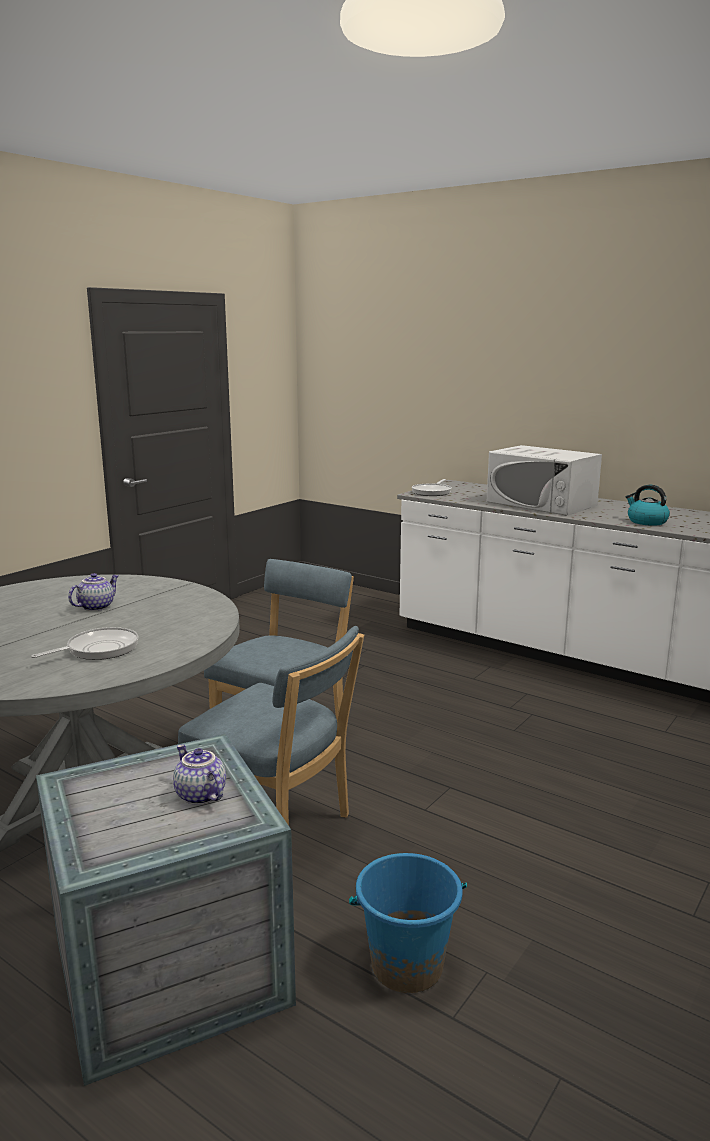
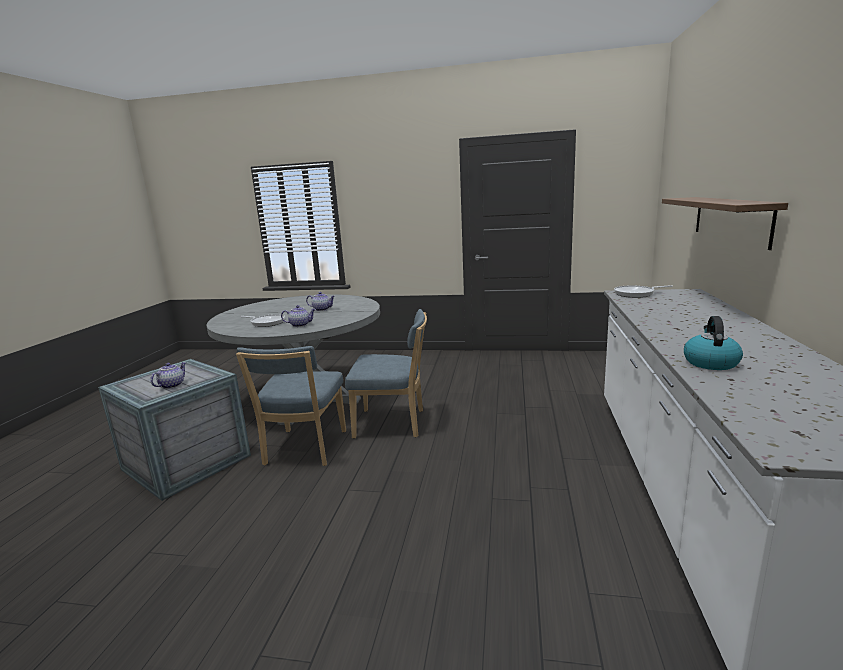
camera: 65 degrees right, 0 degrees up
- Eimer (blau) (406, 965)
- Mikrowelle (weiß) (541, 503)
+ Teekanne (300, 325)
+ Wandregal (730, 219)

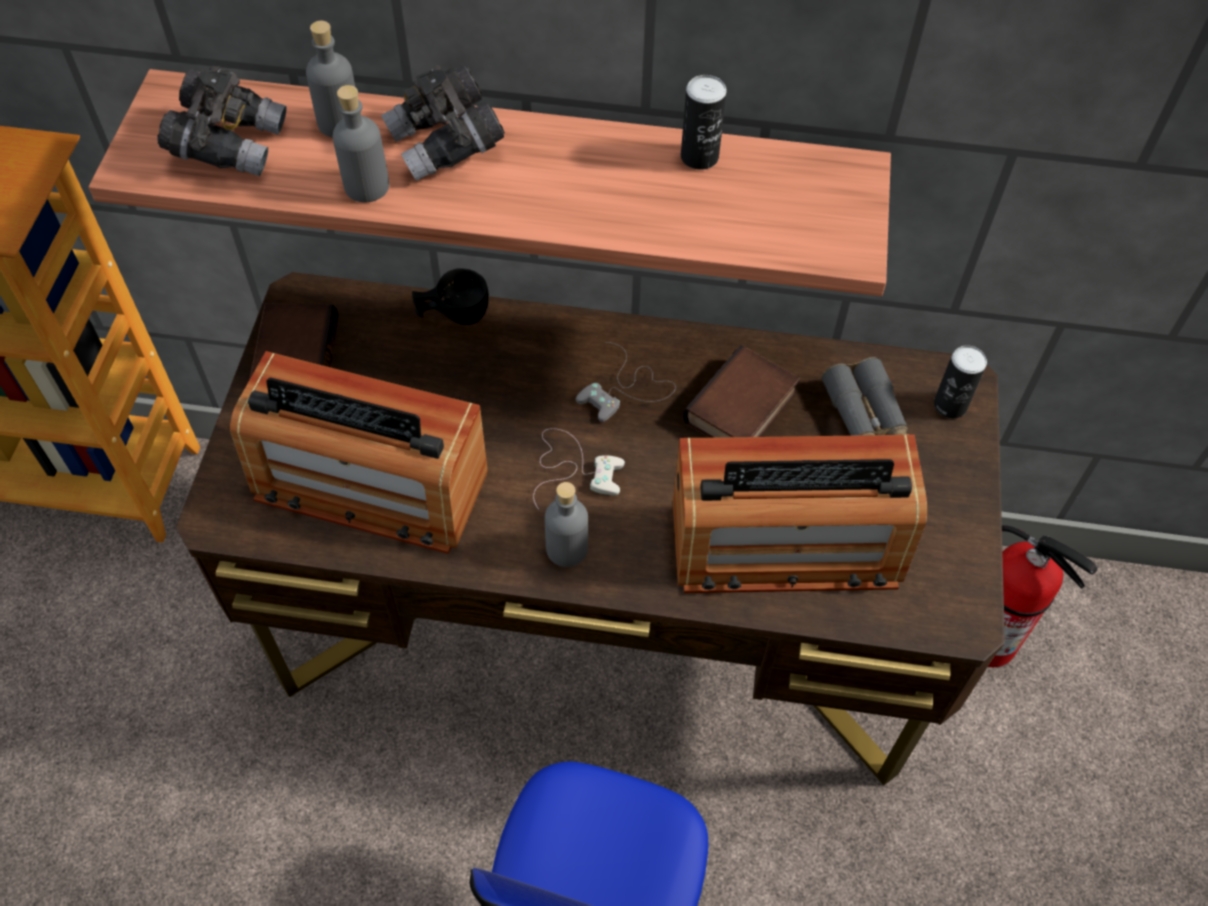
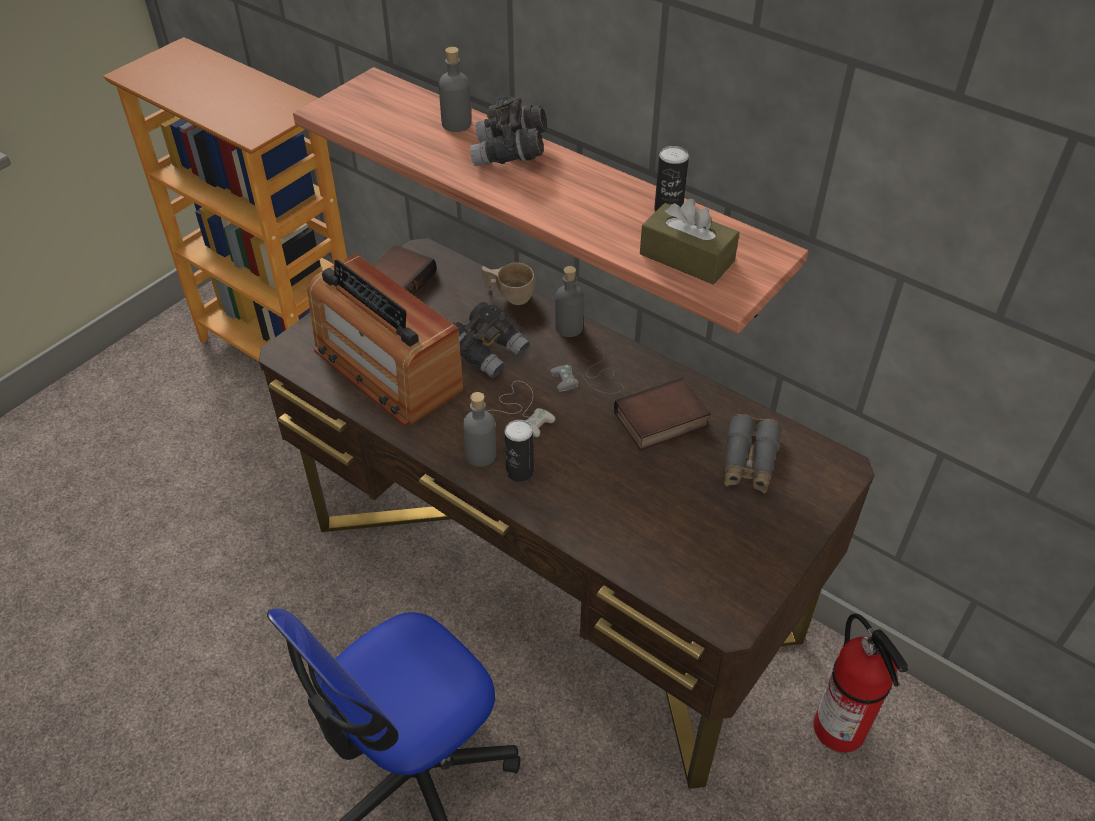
camera: 30 degrees right, 10 degrees down
~ Fernglas (grau) (229, 144) to (487, 352)
~ Flasche (grau) (366, 186) to (569, 328)
~ Tasse (schwarz) (453, 314) to Tasse (beige) (509, 295)
- Radio (785, 544)
~ Dose (950, 405) to (520, 472)
+ Taschentuchbox (braun) (686, 258)

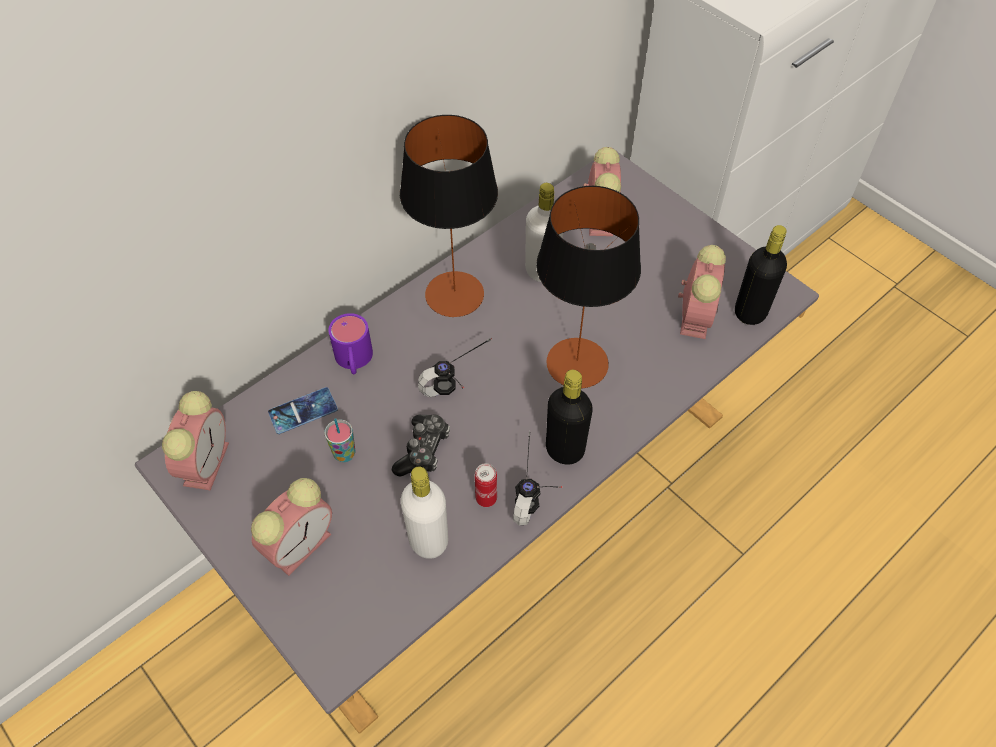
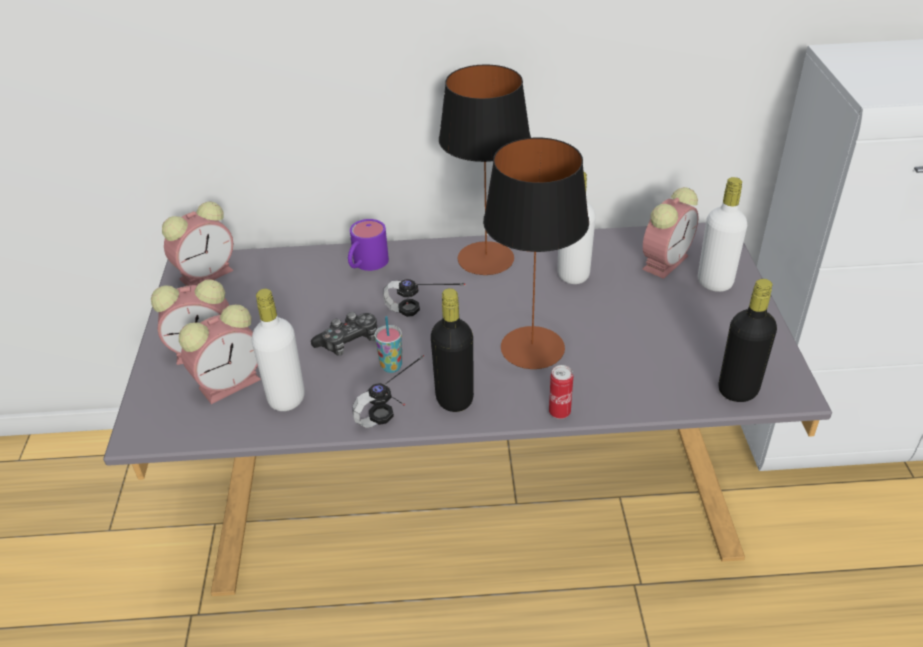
camera: 40 degrees right, 15 degrees down
- Handy (303, 411)
~ Tasse (344, 454) to (391, 366)
~ Dose (486, 498) to (559, 412)
~ Wecker (695, 315) to (232, 382)
+ Flasche (weiß) (714, 282)

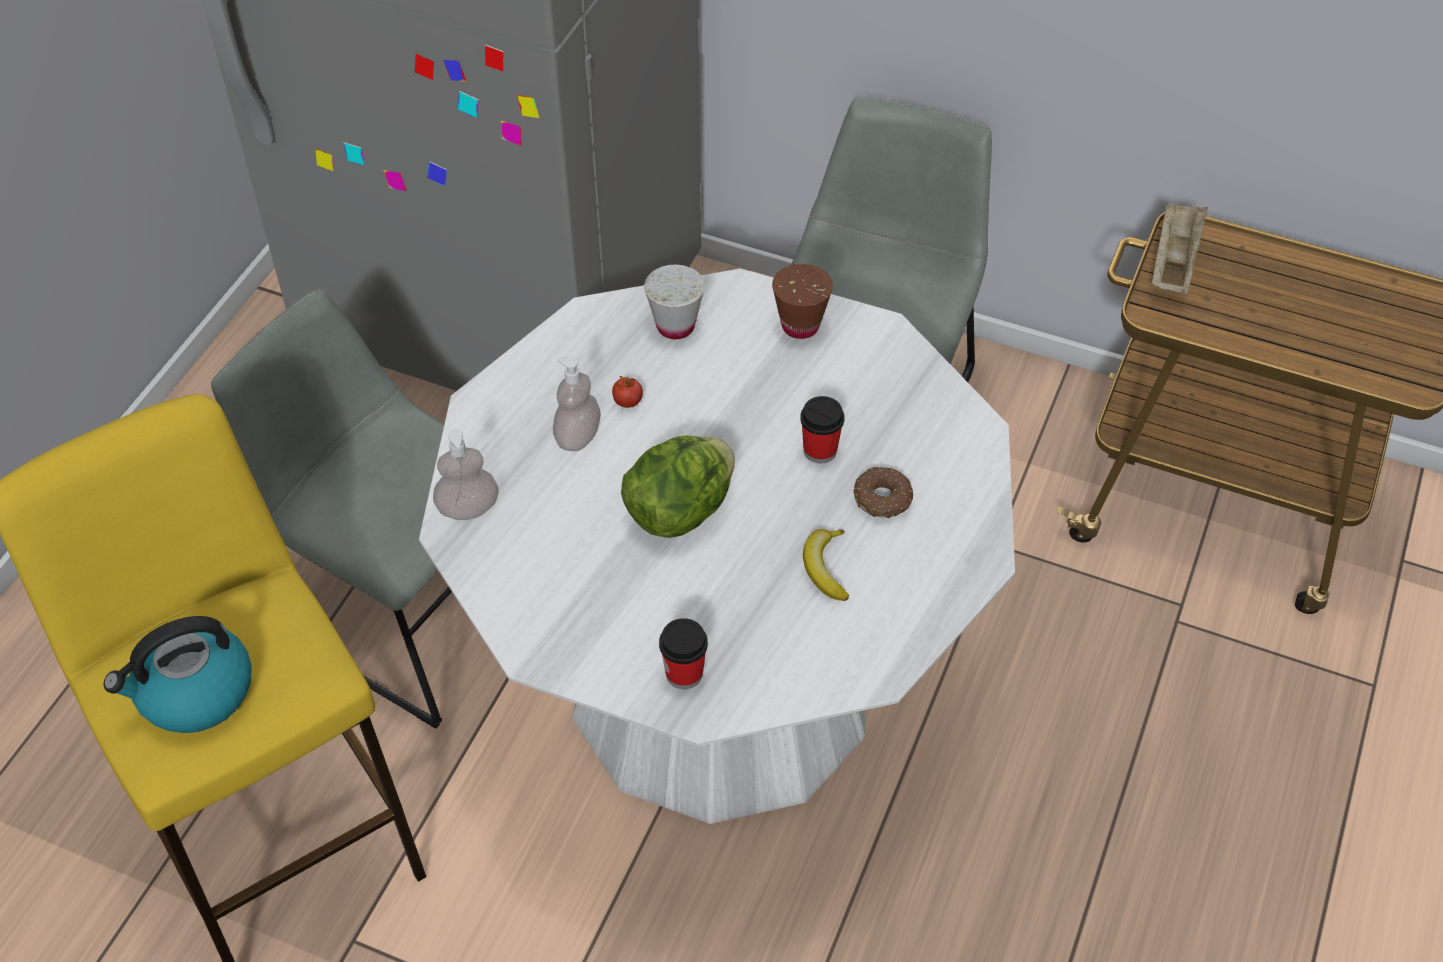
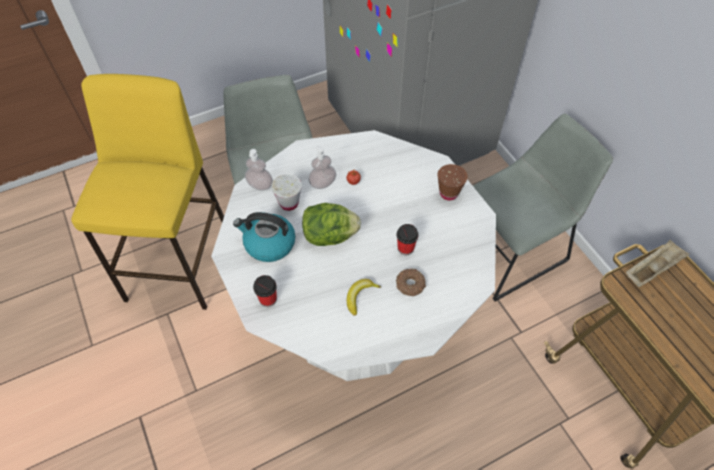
camera: 40 degrees right, 5 degrees up
~ Wasserkessel (194, 693) to (269, 244)
~ Tasse (weiß) (675, 326) to (289, 203)

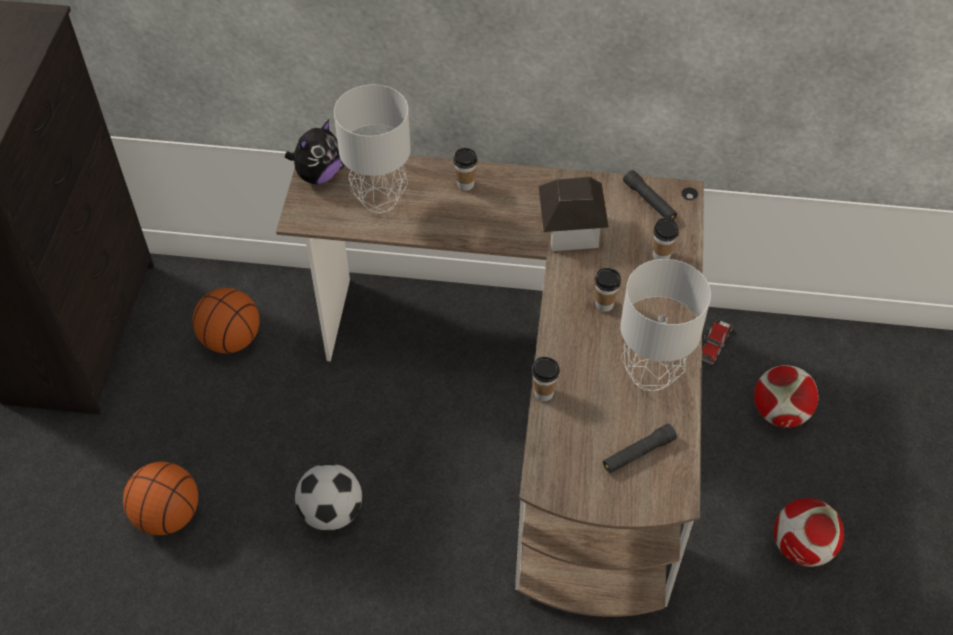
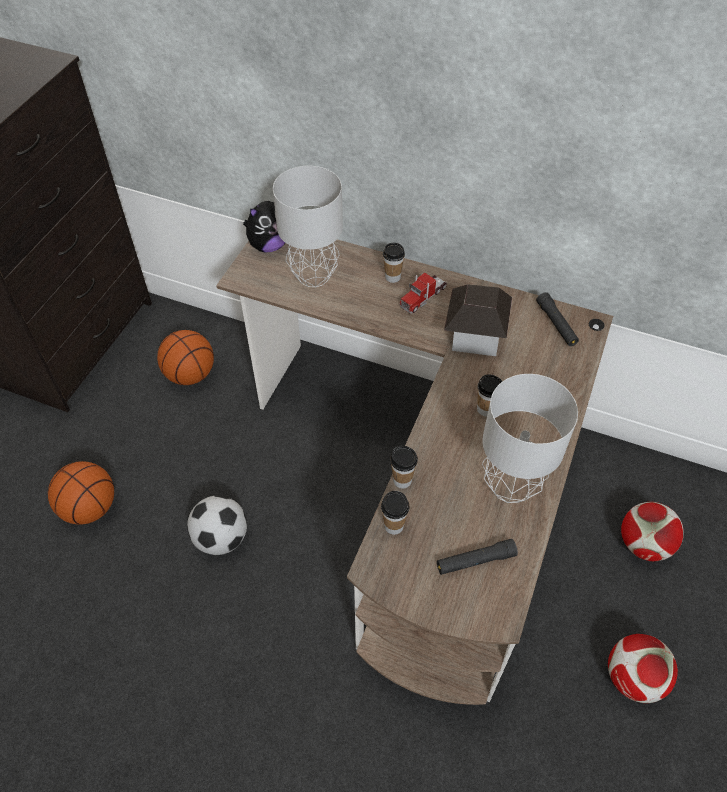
camera: 15 degrees right, 0 degrees up
~ Tasse (661, 255) to (394, 526)
~ Spielzeuglaster (715, 344) to (423, 297)

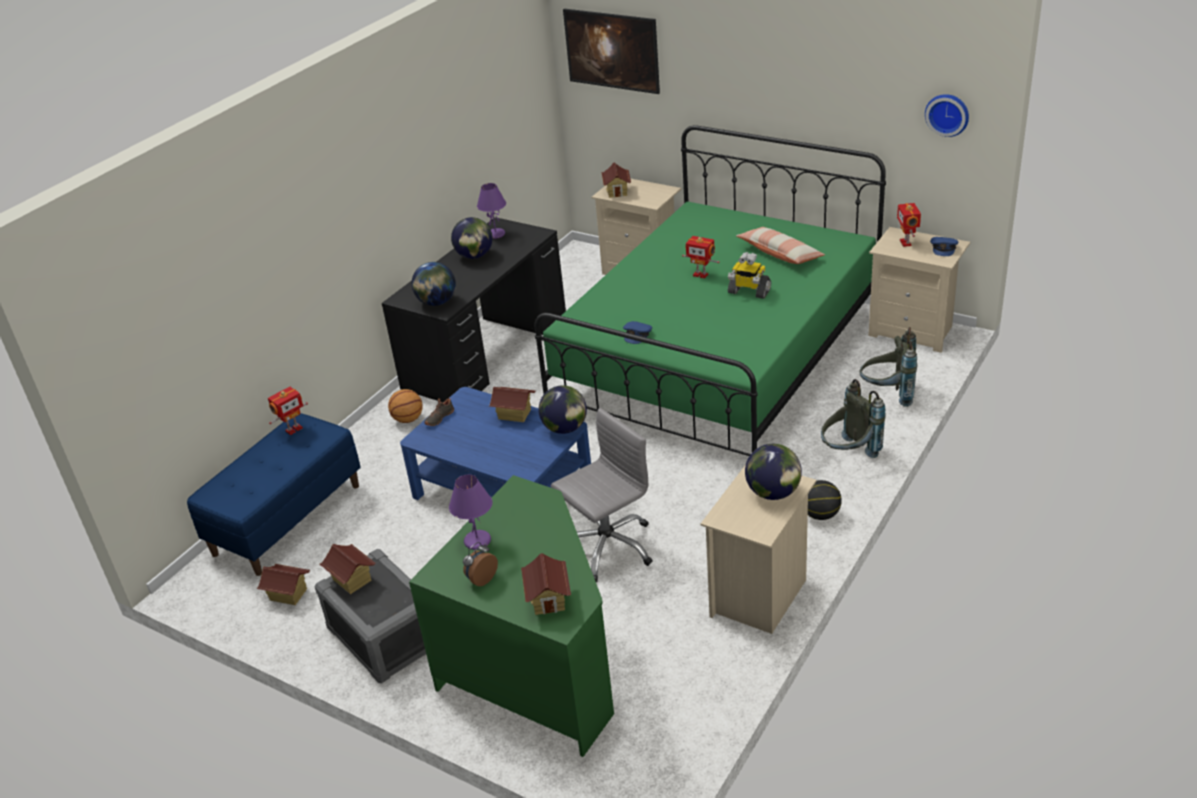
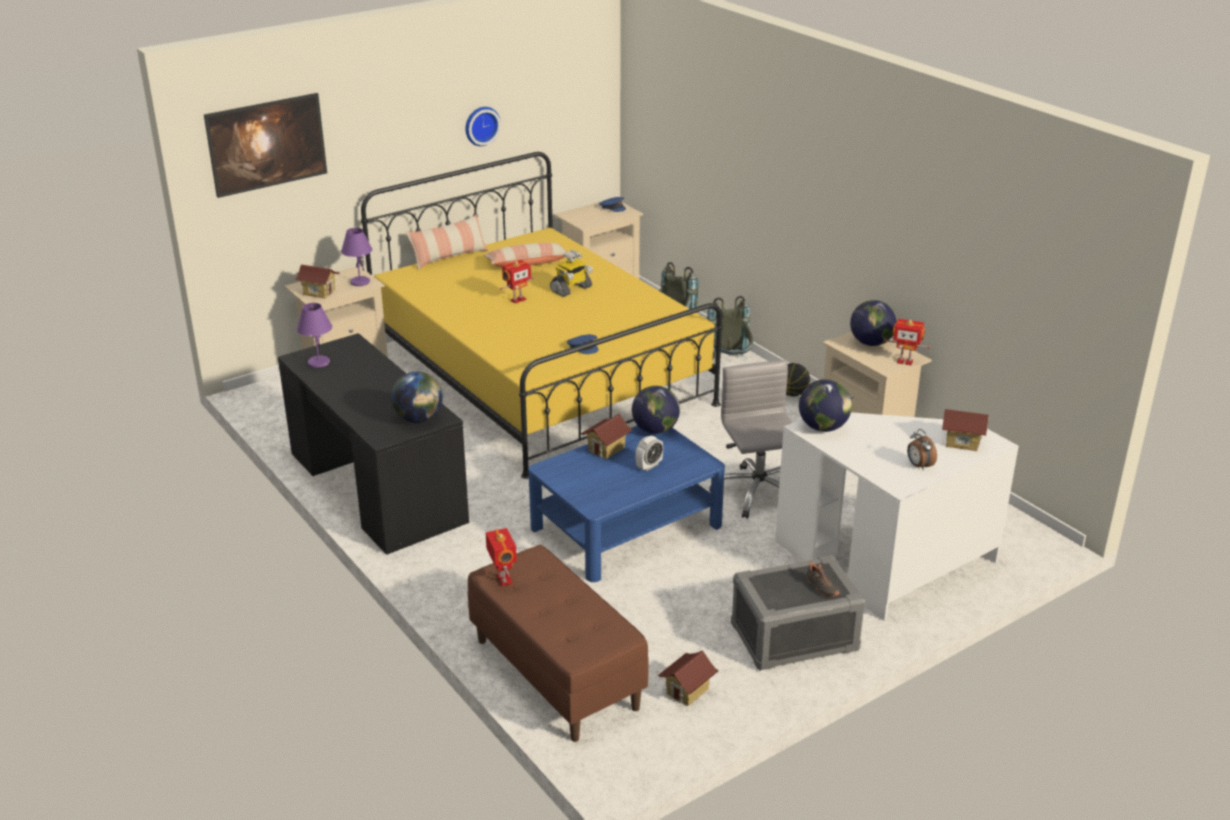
camera: 70 degrees left, 5 degrees down
~ Bank (blau) (287, 519) to Bank (braun) (555, 673)
- Spielzeughaus (351, 580)
- Basketball (408, 419)
~ Schreibtisch (grün) (536, 668) to Schreibtisch (weiß) (886, 562)
~ Schuh (schwarz) (439, 418) to (821, 587)
~ Tischlampe (lila) (477, 541) to (359, 282)
~ Globus (474, 256) to (823, 428)
~ Bett (grün) (717, 358) to Bett (gelb) (540, 376)
~ Spielzeugroboter (906, 243) to (905, 361)
~ Wanduhr (948, 114) to (481, 125)
+ Kissen (449, 257)
+ Wecker (649, 466)

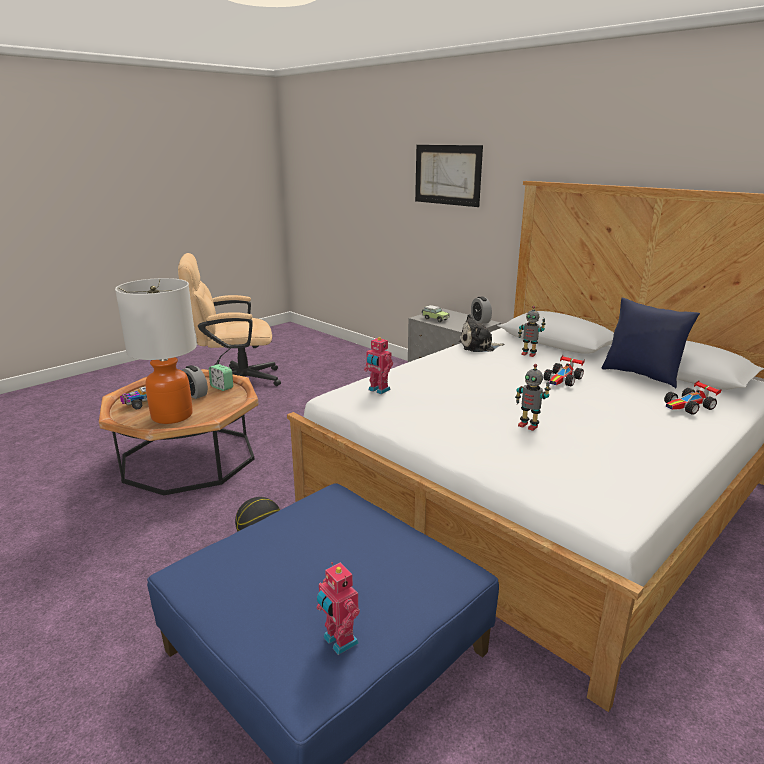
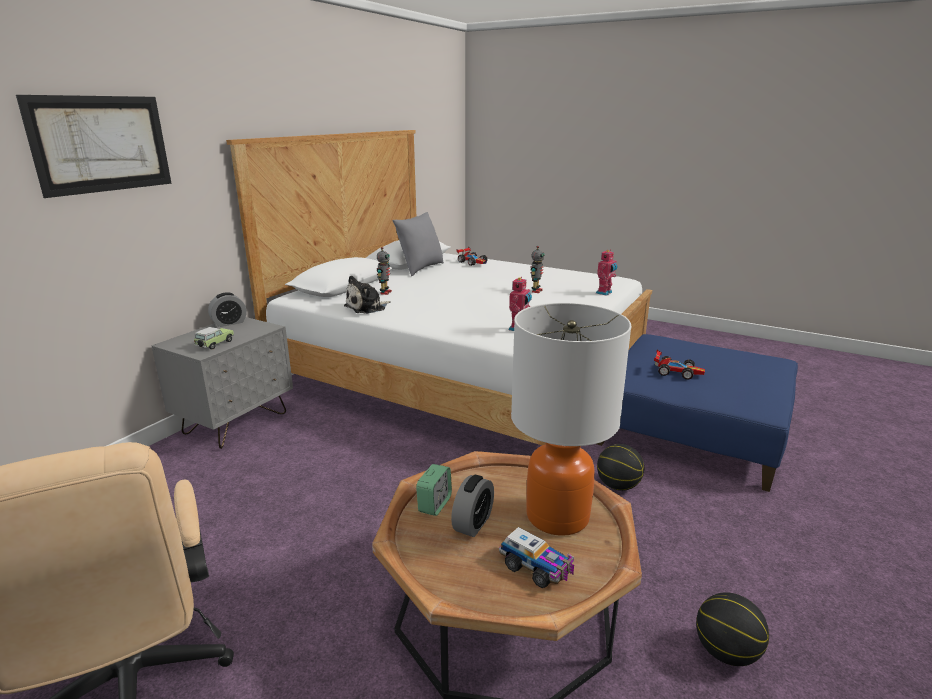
camera: 105 degrees left, 0 degrees up
~ Spielzeugroboter (338, 641) to (605, 293)
~ Plüschtier (479, 346) = (367, 307) 75 degrees clockwise
~ Spielzeugauto (563, 379) to (676, 372)
~ Kissen (blau) (641, 375) to Kissen (grau) (420, 269)
+ Basketball (726, 652)

